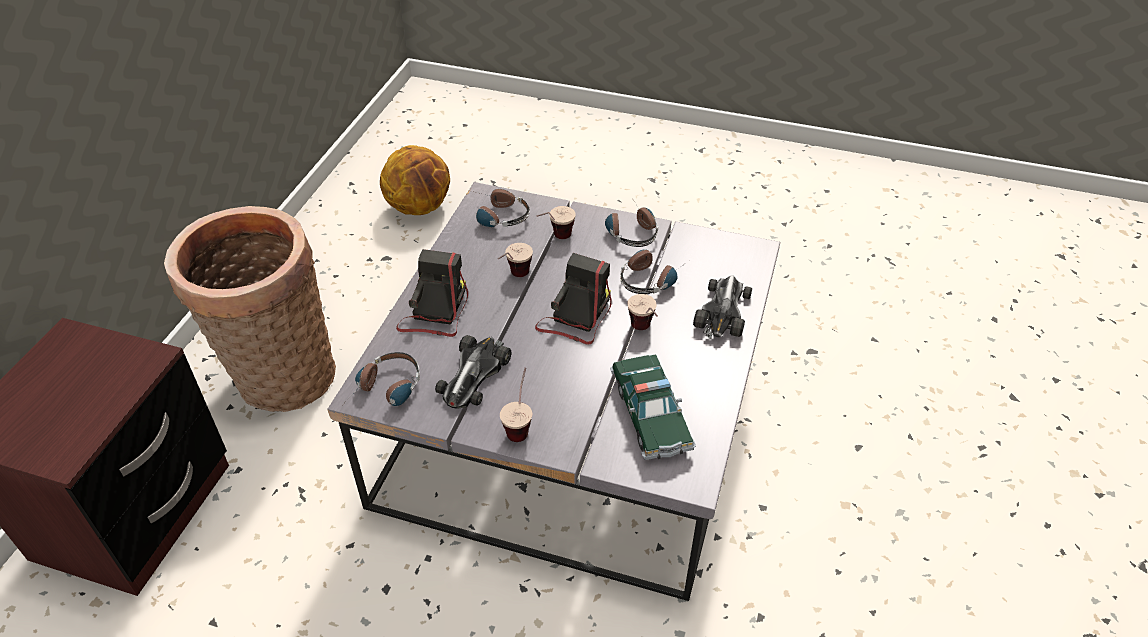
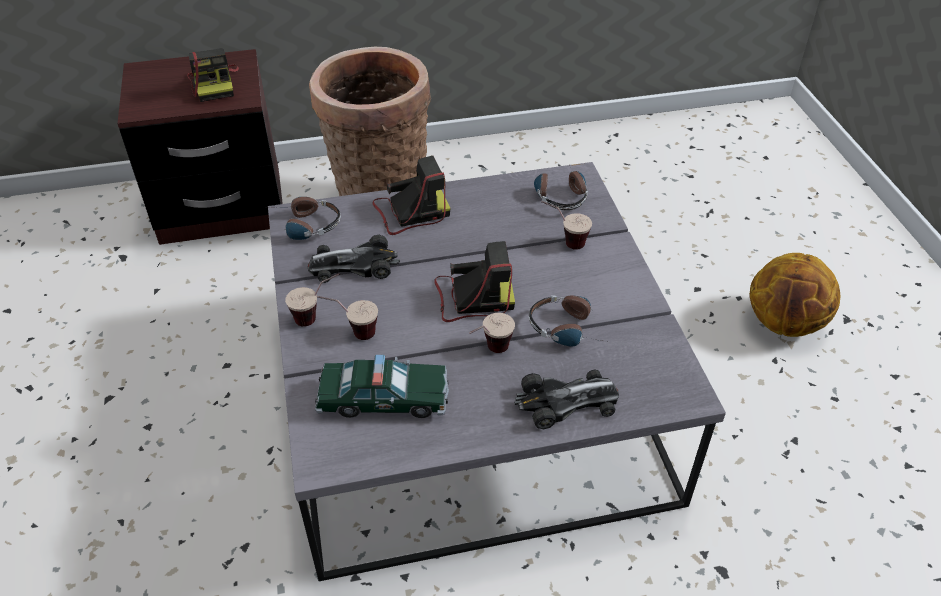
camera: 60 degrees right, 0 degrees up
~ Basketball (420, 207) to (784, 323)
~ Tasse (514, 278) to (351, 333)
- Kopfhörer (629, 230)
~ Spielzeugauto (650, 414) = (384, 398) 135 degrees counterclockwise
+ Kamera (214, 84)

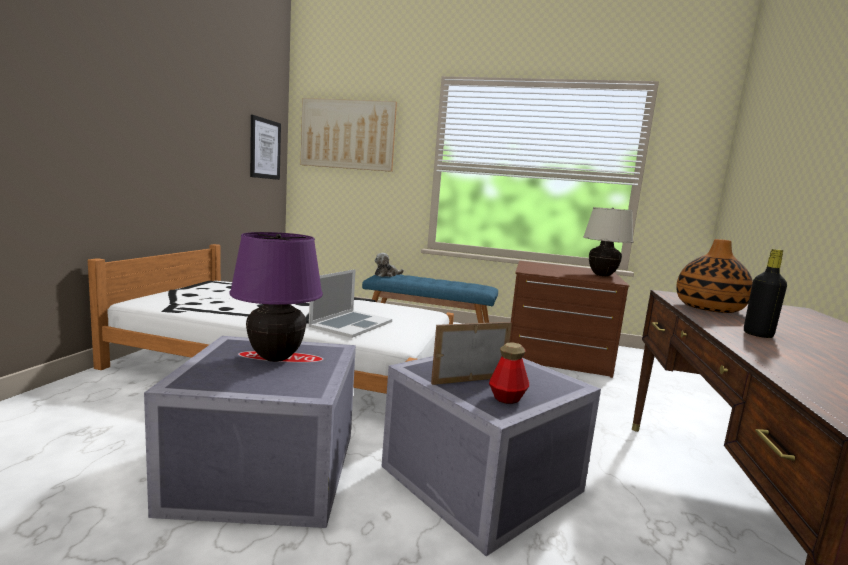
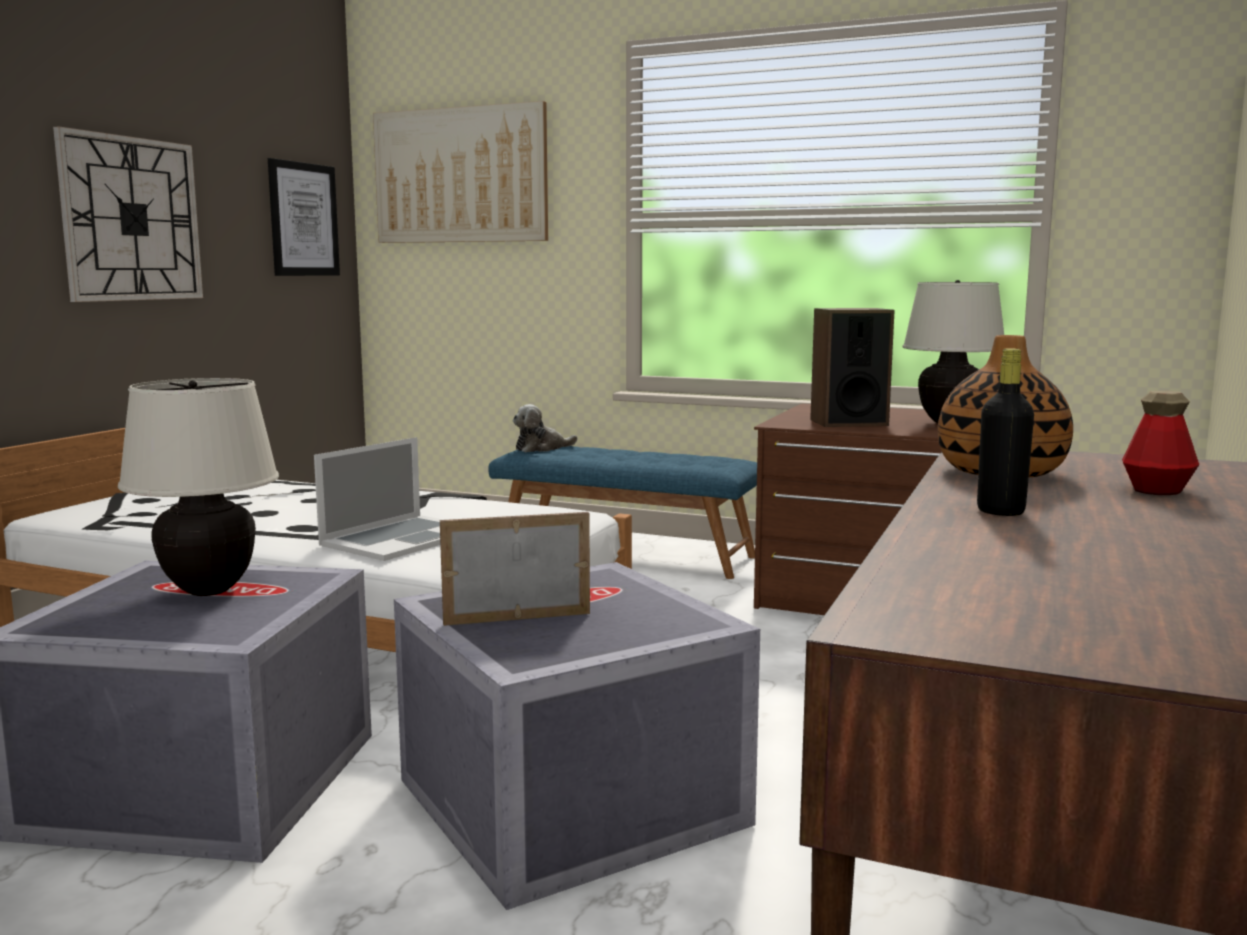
camera: 10 degrees right, 0 degrees up
~ Tischlampe (lila) (275, 358) to Tischlampe (beige) (208, 590)
~ Flasche (507, 398) to (1157, 490)
+ Wanduhr (131, 219)
+ Lautsprecher (848, 422)

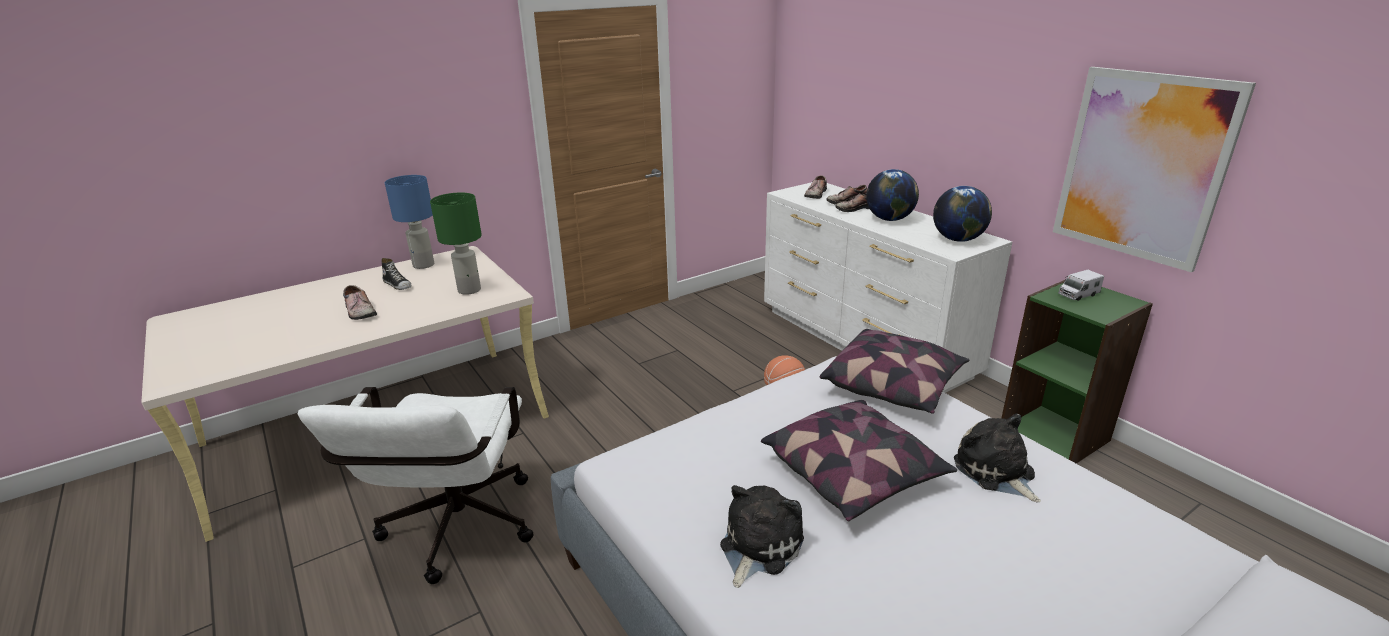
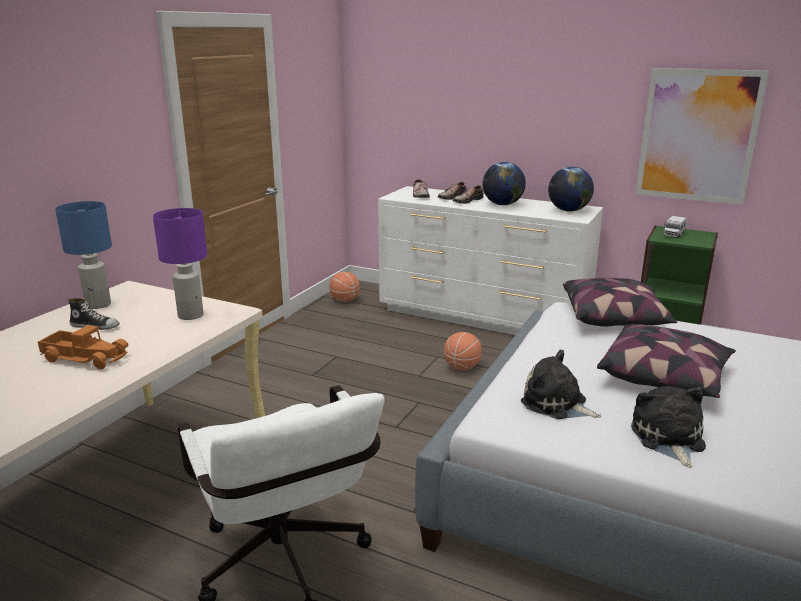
camera: 30 degrees left, 5 degrees down
~ Schuh (359, 311) to Spielzeuglaster (86, 357)
~ Tischlampe (grün) (469, 290) to Tischlampe (lila) (190, 315)
~ Plüschtier (996, 472) to (557, 404)
+ Basketball (345, 300)

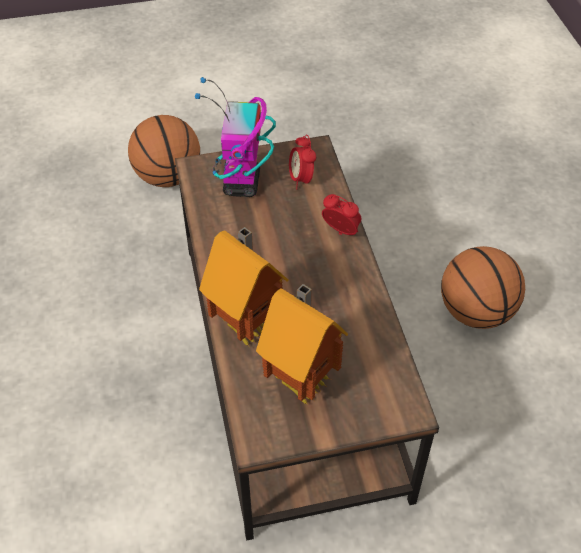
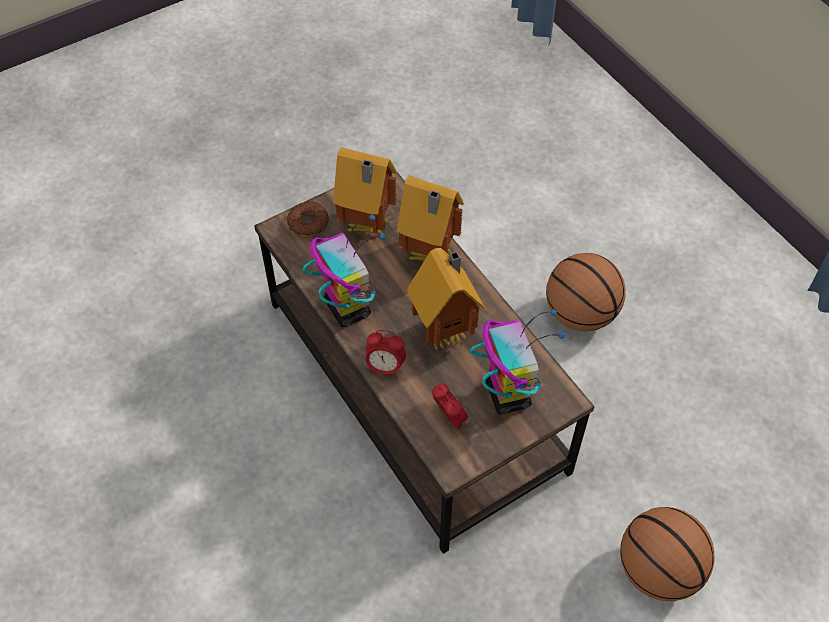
camera: 160 degrees right, 5 degrees up
~ Basketball (476, 312) to (580, 314)
+ Donut (308, 222)
+ Spielzeugroboter (346, 308)
+ Spielzeughaus (446, 332)

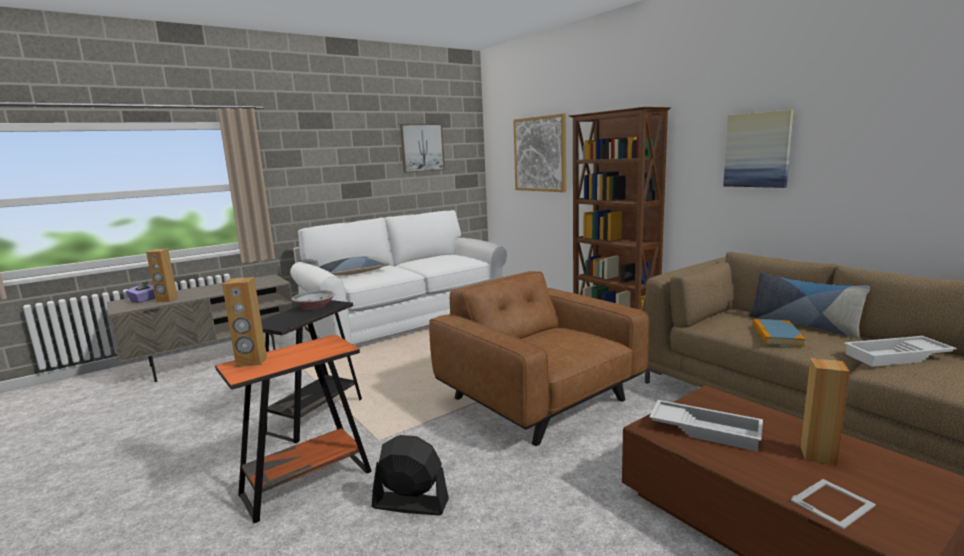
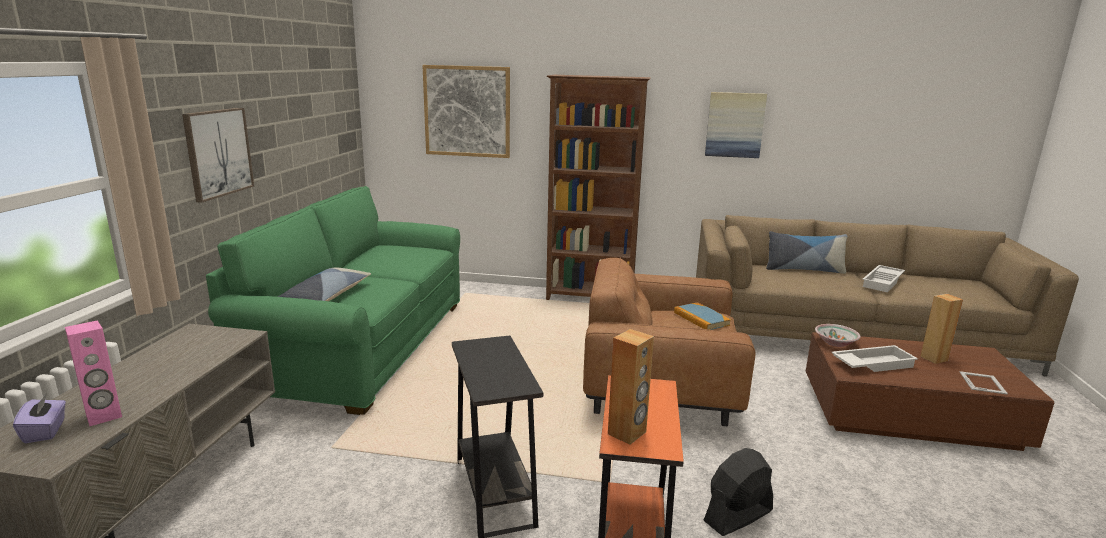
camera: 45 degrees left, 5 degrees up
~ Lautsprecher (braun) (166, 300) to Lautsprecher (rosa) (104, 416)
~ Sofa (weiß) (406, 320) to Sofa (grün) (362, 346)
~ Schüssel (314, 307) to (835, 343)
~ Bild (422, 147) to (218, 153)
~ Buch (776, 335) to (701, 319)

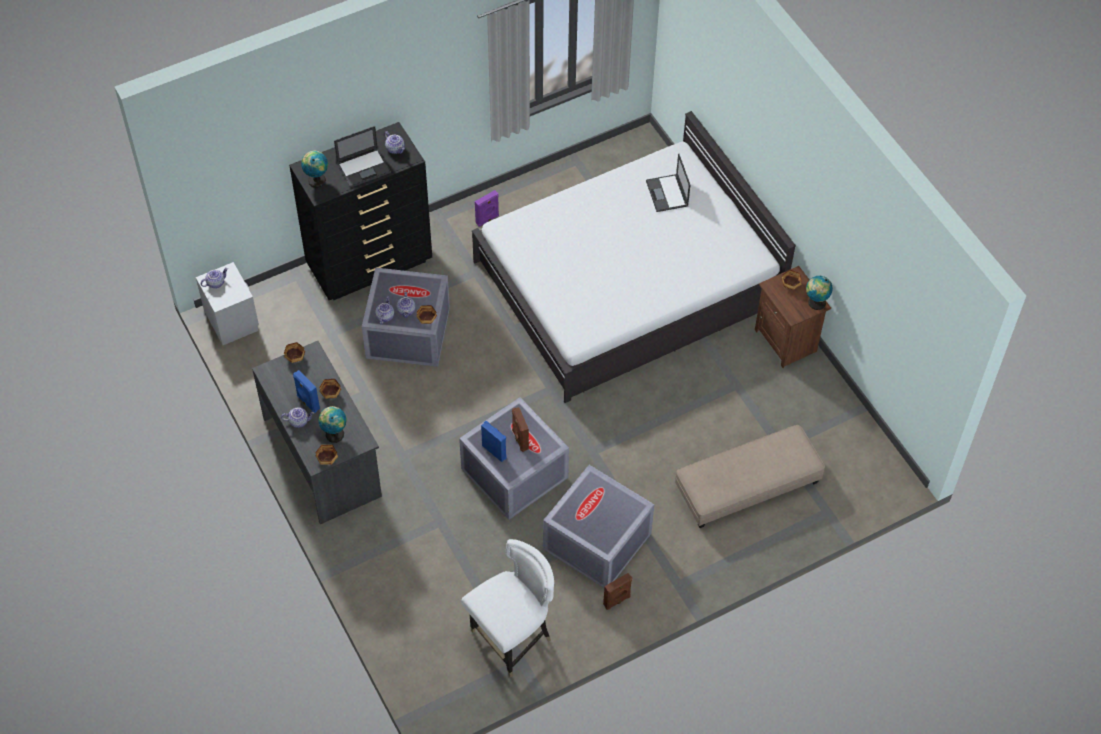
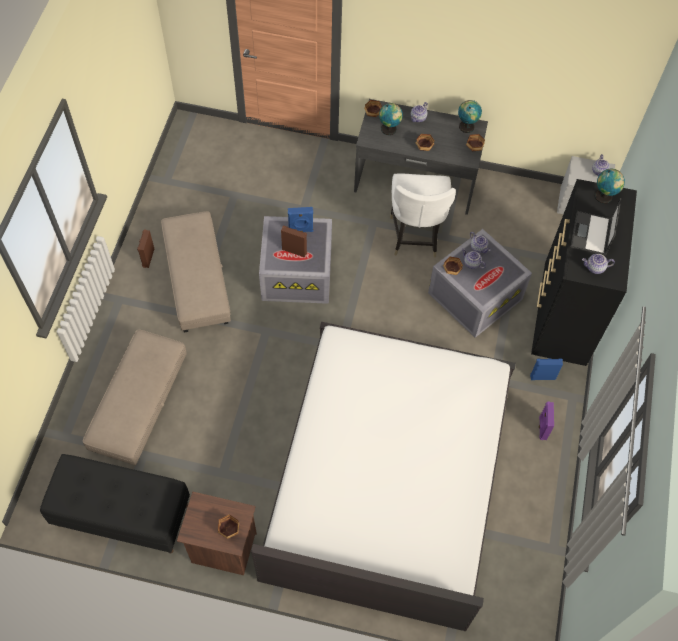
camera: 130 degrees right, 5 degrees up
~ Lautsprecher (blau) (307, 402) to (542, 376)
~ Stuhl (weiß) (512, 638) to (415, 236)
~ Aufbewahrungsbox (grau) (597, 543) to Polsterhocker (beige) (197, 279)
- Laptop (667, 194)
~ Globus (815, 303) to (467, 126)
+ Bank (schwarz) (122, 515)

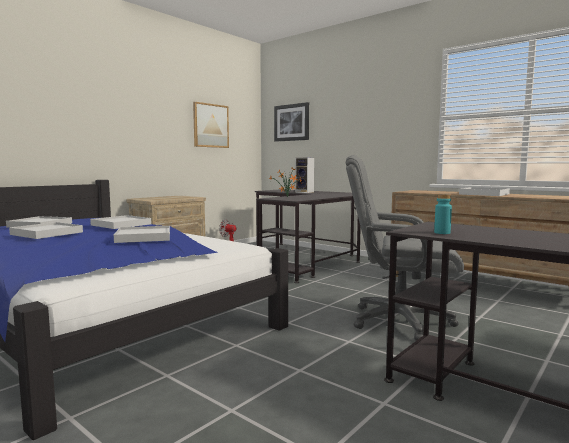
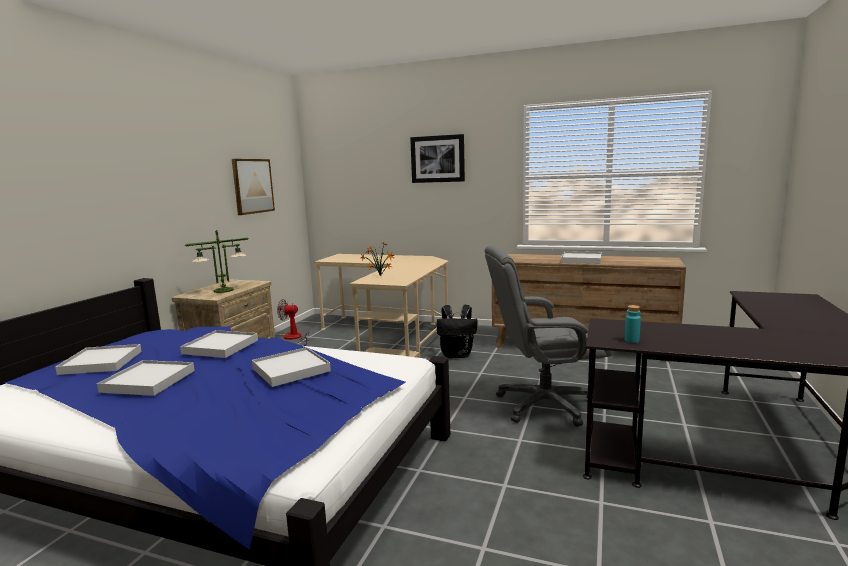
camera: 20 degrees left, 5 degrees up
~ Schreibtisch (schwarz) (306, 259) to Schreibtisch (beige) (391, 336)
~ Bild (291, 122) to (437, 159)
- Lautsprecher (305, 192)
+ Tischlampe (224, 290)
+ Rucksack (schwarz) (457, 355)

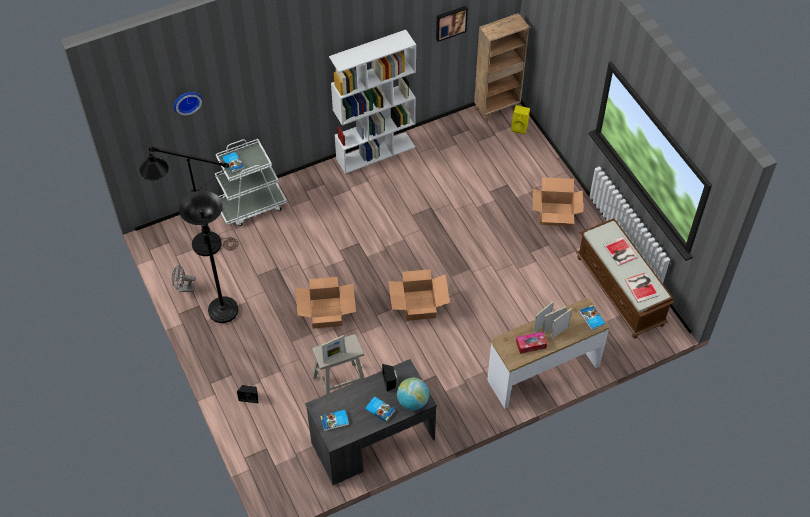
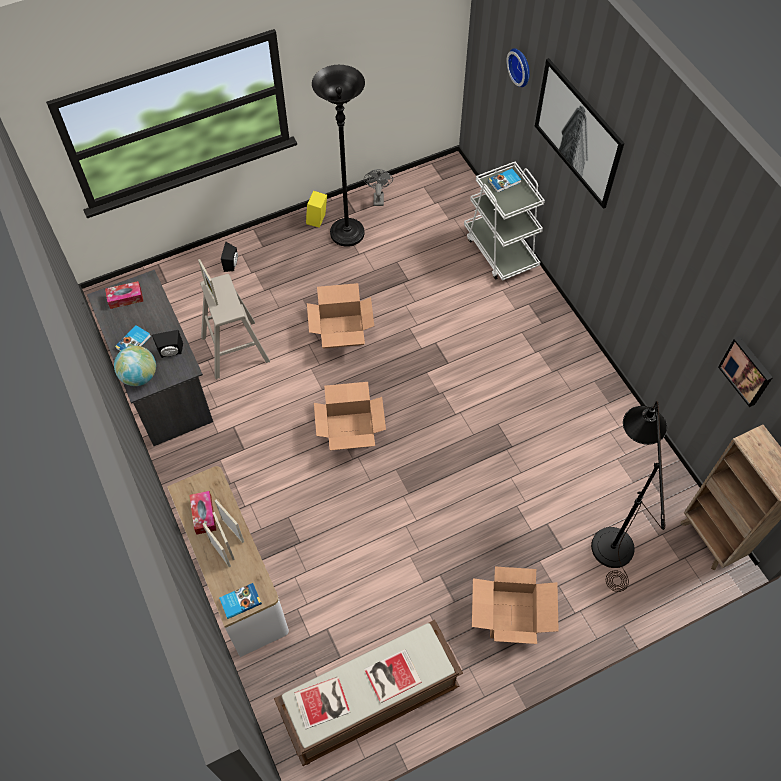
camera: 90 degrees right, 5 degrees up
~ Stehlampe (schwarz) (198, 244) to (611, 536)
~ Buch (335, 421) to Taschentuchbox (125, 298)
- Bücherregal (weiß) (376, 152)
~ Lautsprecher (gelb) (520, 127) to (317, 220)
+ Bild (579, 133)

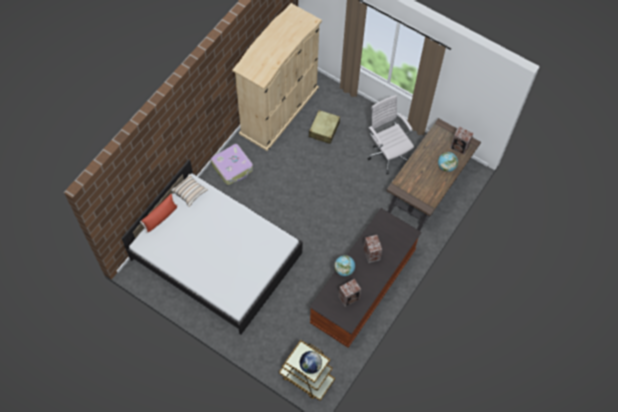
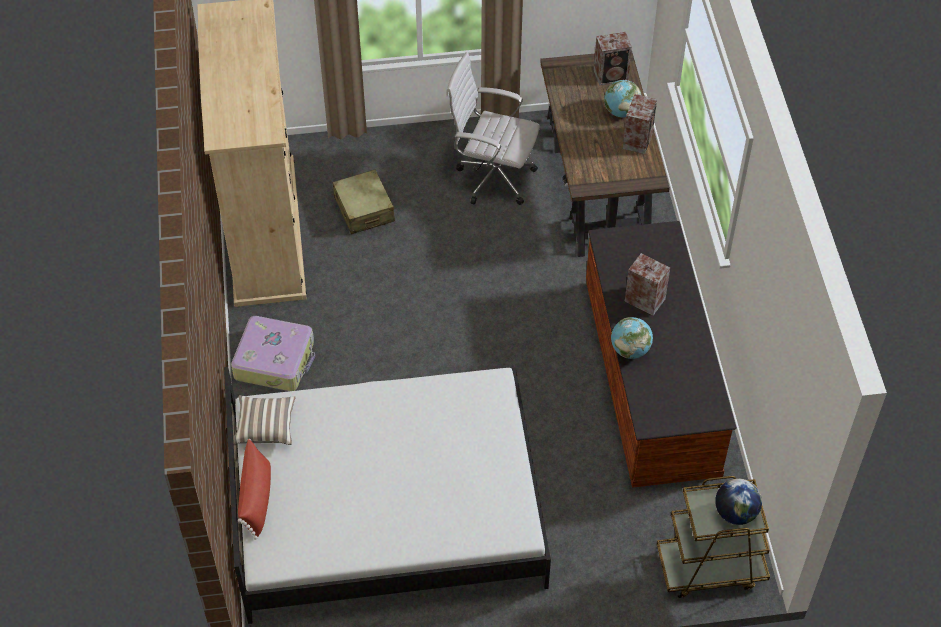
camera: 40 degrees left, 10 degrees down
~ Lautsprecher (349, 297) to (638, 140)

